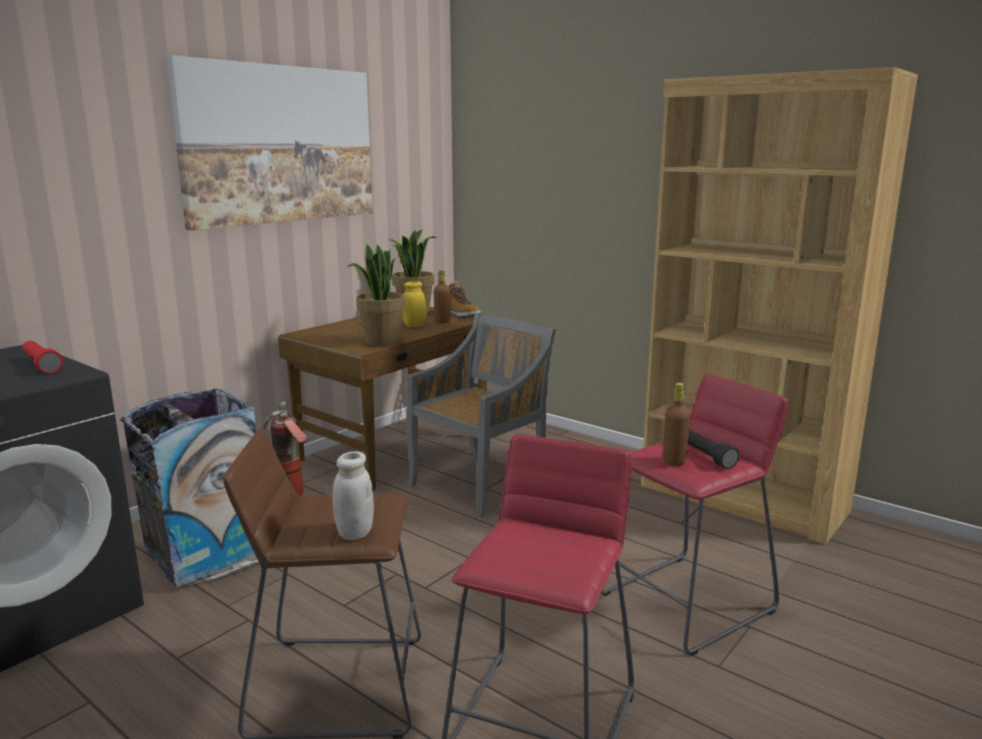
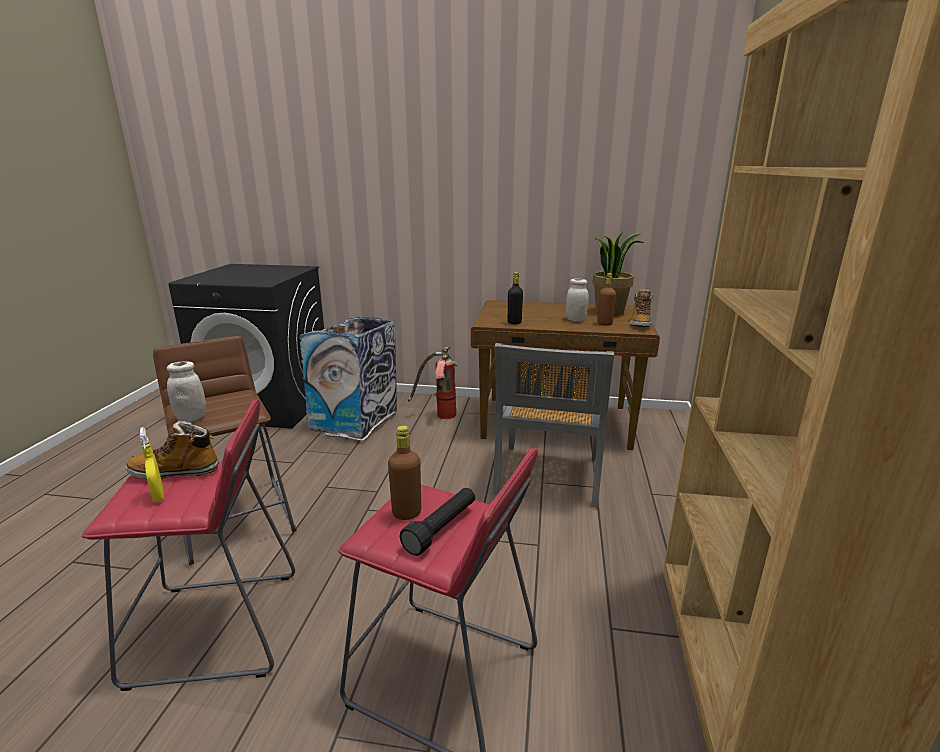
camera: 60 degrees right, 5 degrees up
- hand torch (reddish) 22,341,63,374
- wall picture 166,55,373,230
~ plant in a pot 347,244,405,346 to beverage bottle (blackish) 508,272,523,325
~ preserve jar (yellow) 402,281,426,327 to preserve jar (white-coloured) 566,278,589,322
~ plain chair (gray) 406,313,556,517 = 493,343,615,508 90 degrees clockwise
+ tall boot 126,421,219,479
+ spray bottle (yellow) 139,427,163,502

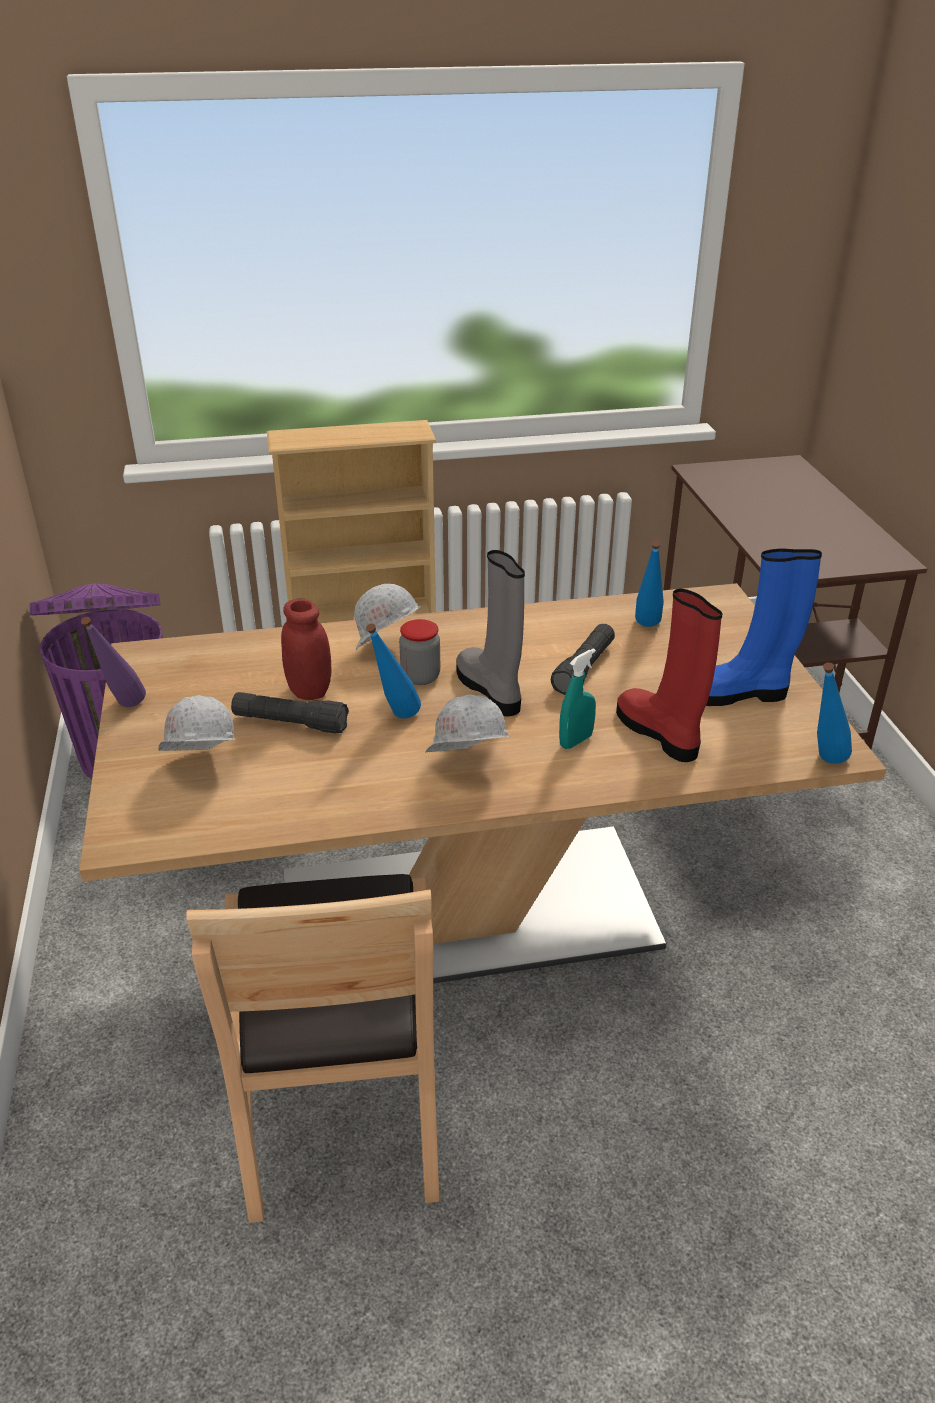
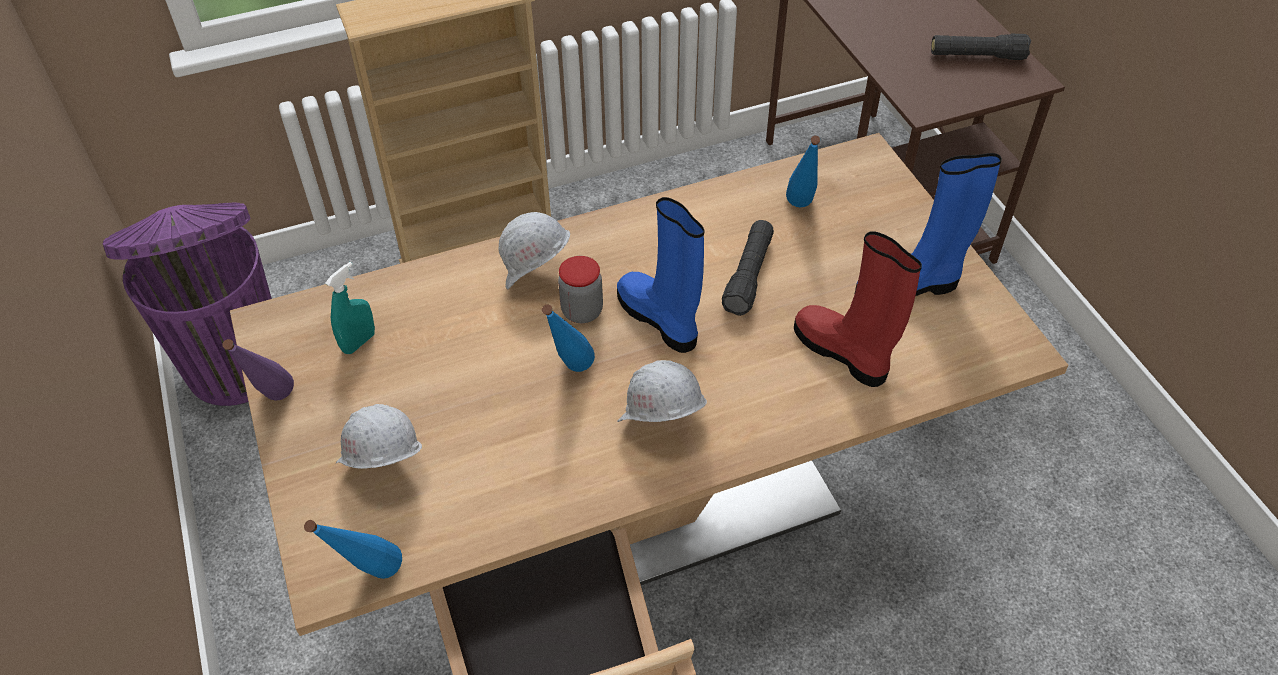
camera: 10 degrees left, 15 degrees up
~ hand torch (blackish) 231,692,349,734 to 931,34,1031,60
- preserve jar (reddish) 281,599,331,700
~ tall boot (gray) 456,550,525,716 to tall boot (bluish) 617,197,704,353
~ spray bottle (turquoise-coloured) 559,648,596,749 to 325,262,375,354
~ beverage bottle (bluish) 817,662,852,764 to 304,520,402,579

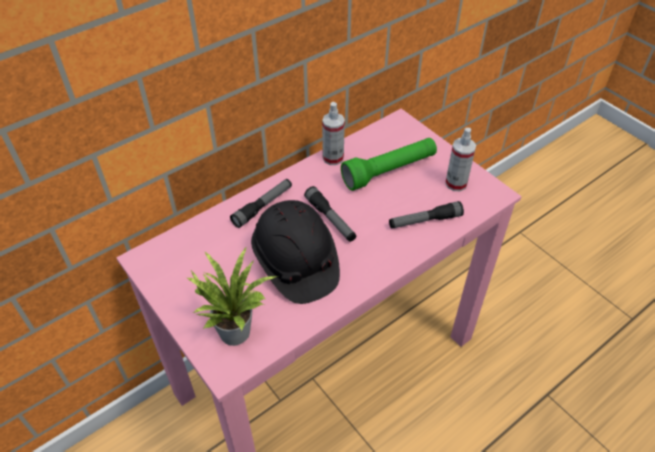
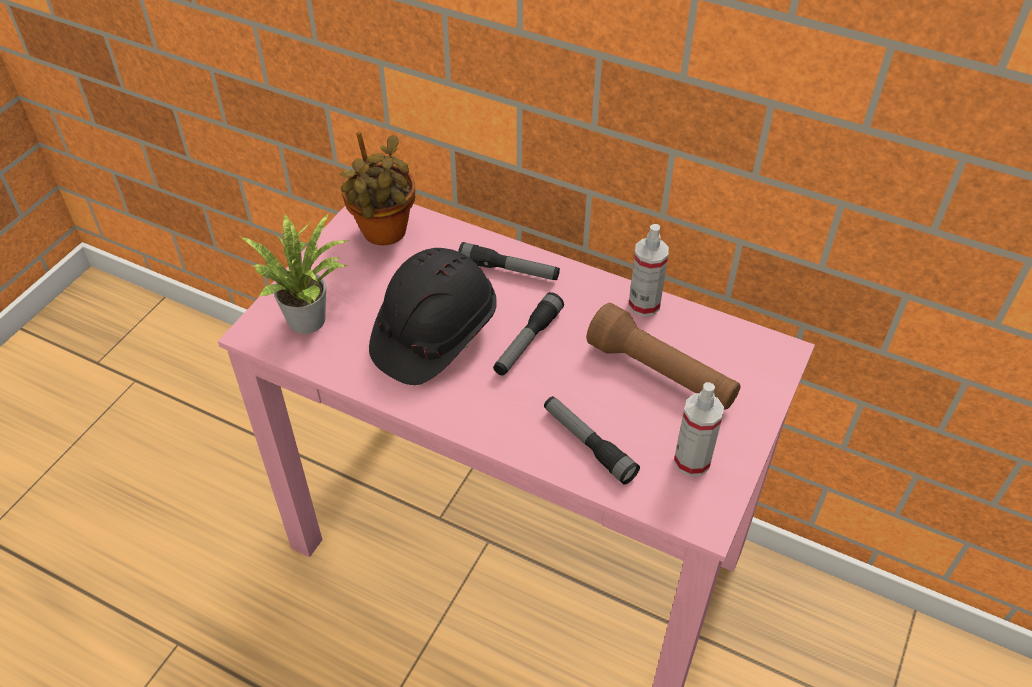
camera: 65 degrees right, 0 degrees up
~ hand torch (green-coloured) 341,138,437,191 to hand torch (brownish) 587,303,741,410
+ plant in a pot 340,131,415,245

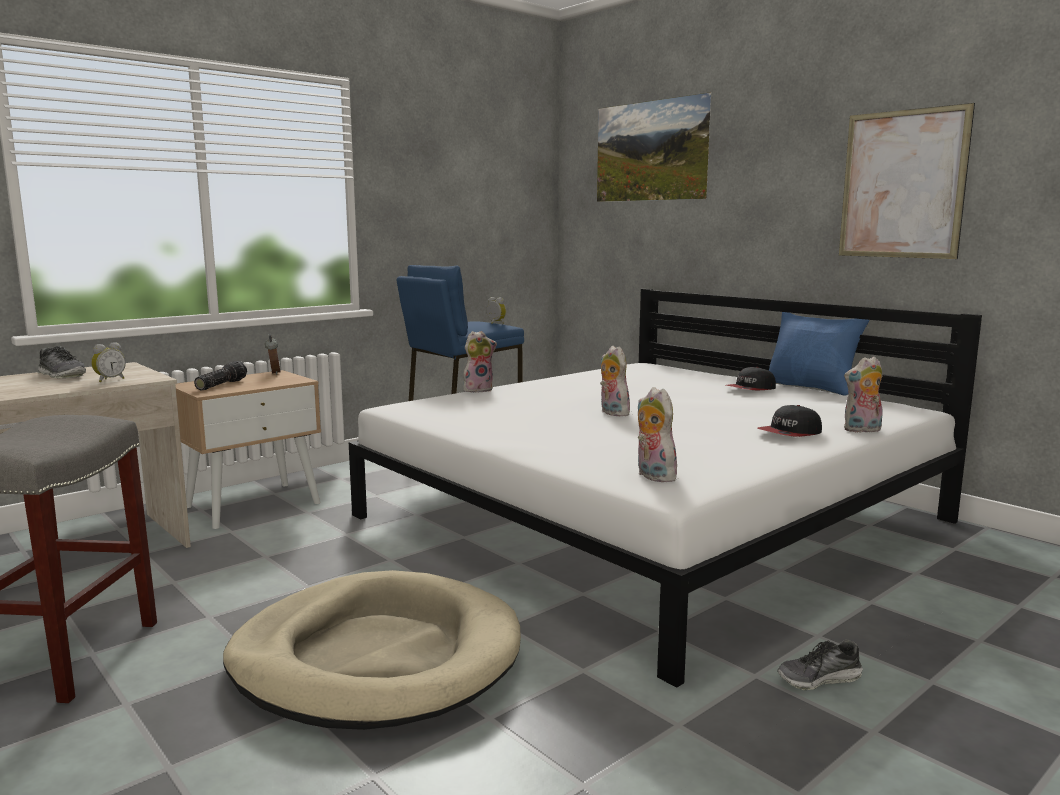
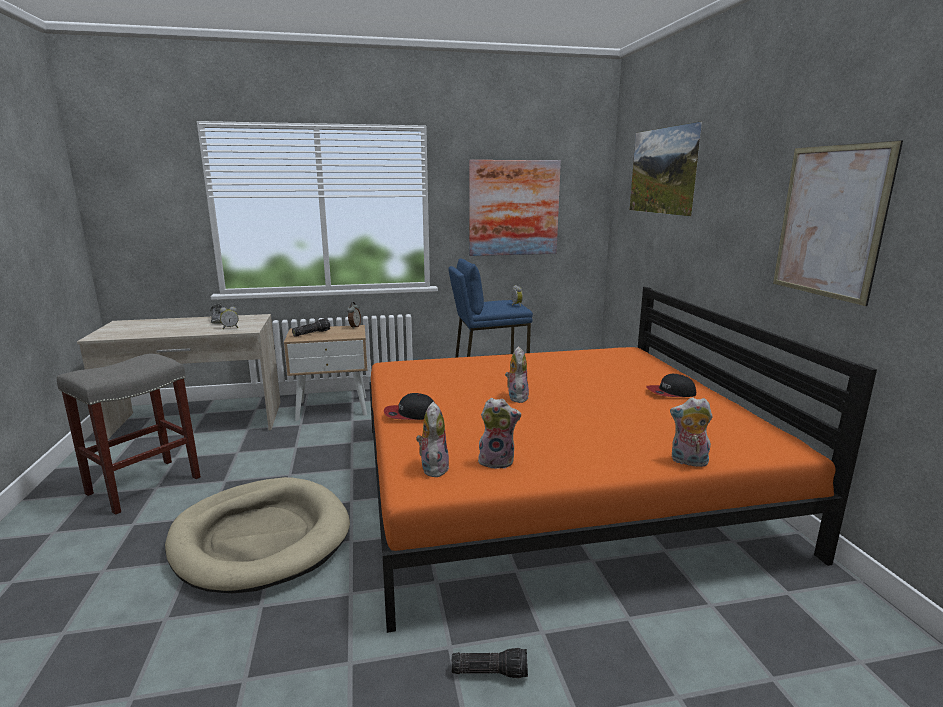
camera: 30 degrees right, 5 degrees up
~ bedroom bed (white-coloured) 349,289,982,688 to bedroom bed (orange-coloured) 369,287,877,633
~ soft toy 463,331,497,393 to 478,398,521,469
~ peaked cap 757,405,822,437 to 384,393,434,420
- throw pillow (bluish) 769,312,869,396
~ low shoe 778,639,863,690 to hand torch 451,648,528,679
+ wall picture 469,160,561,256

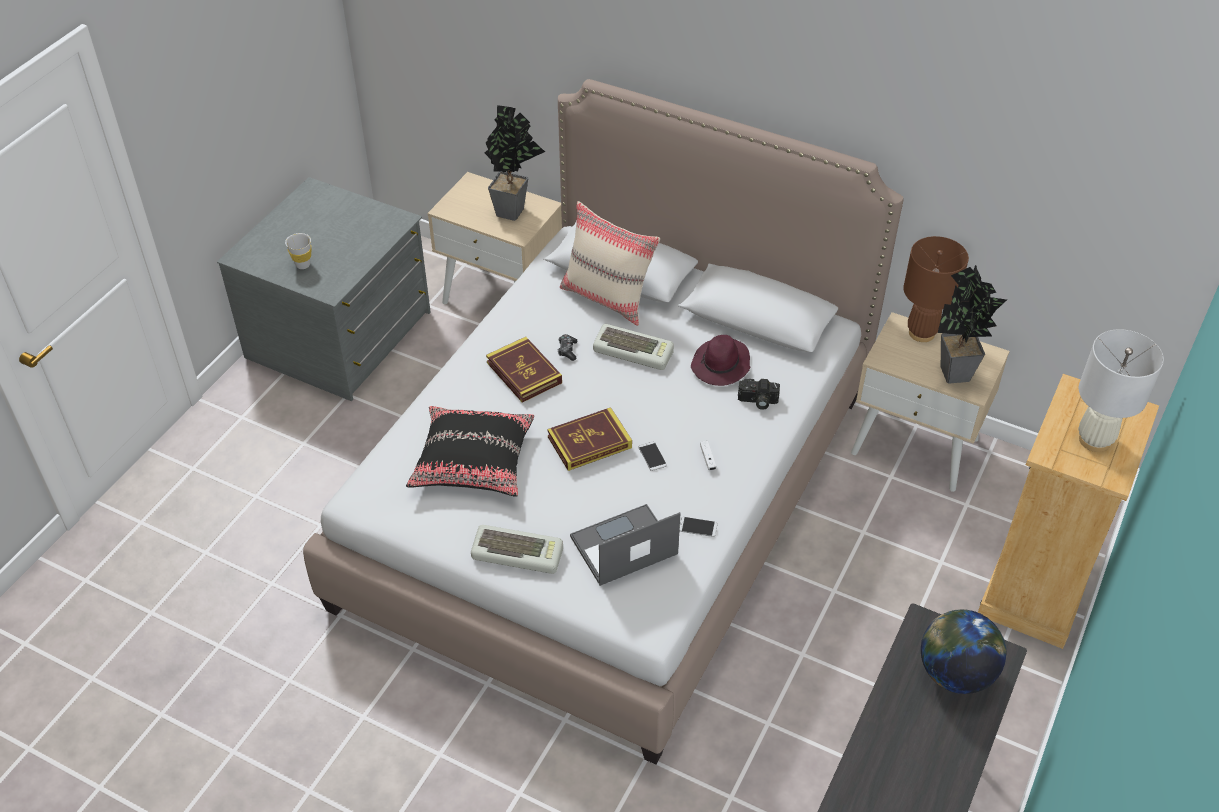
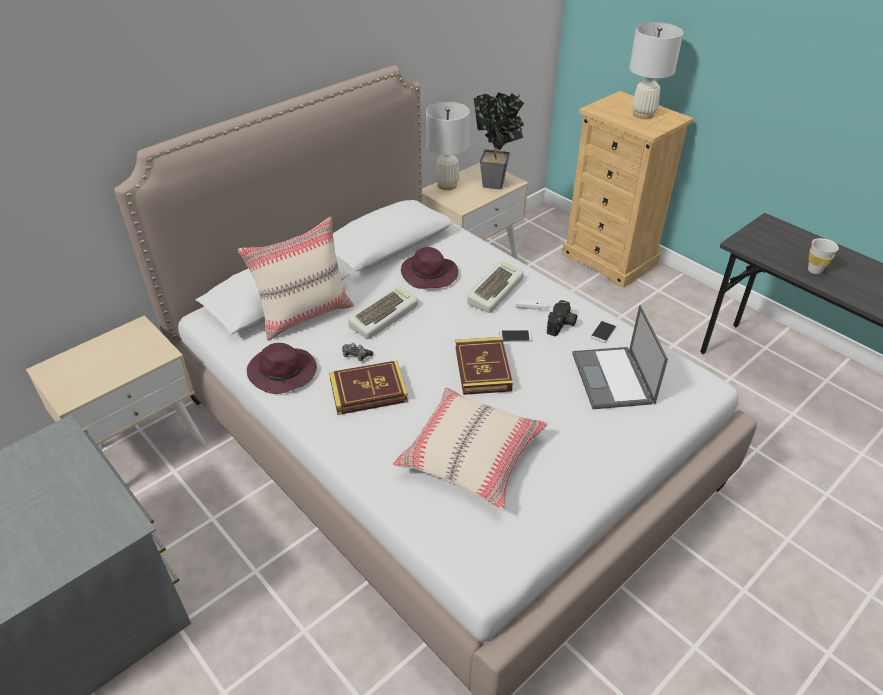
camera: 70 degrees left, 5 degrees down
~ cup (white-coloured) 285,233,312,269 to 808,238,839,274
~ throw pillow (blackish) 406,406,534,497 to throw pillow (sand-coloured) 393,388,548,510
~ computer keyboard 471,525,563,574 to 467,261,524,313
- plant in a pot 485,105,545,221
~ photo camera 738,379,780,410 to 547,300,577,336
~ lamp for a table (brownish) 903,236,969,342 to lamp for a table (white-coloured) 426,102,470,190
- world globe 921,609,1006,694
+ hat (purplish) 247,343,317,394

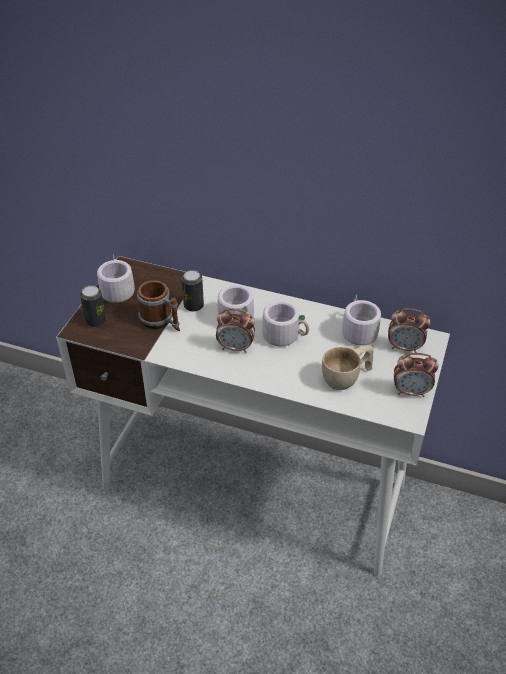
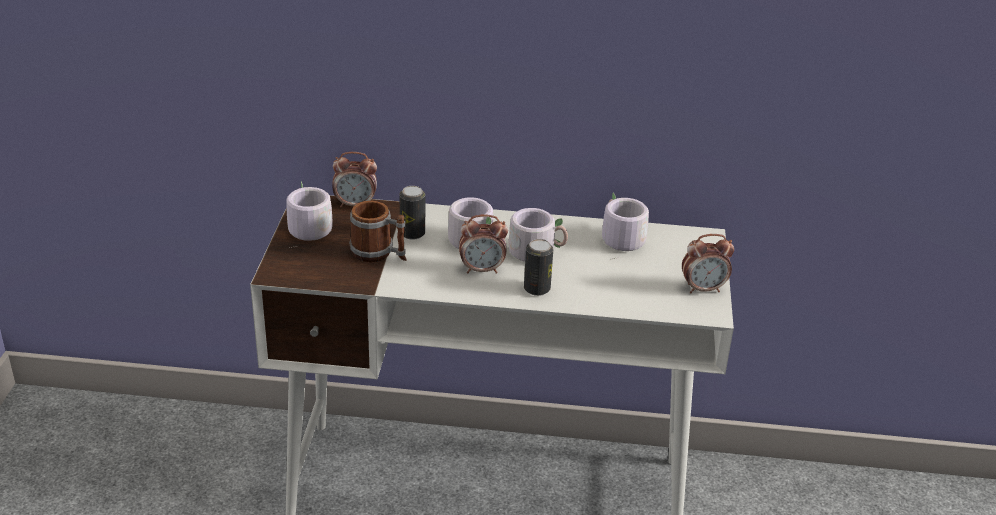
camera: 15 degrees left, 10 degrees down
~ sealed can 80,285,106,327 to 524,239,553,296
- cup (sand-coloured) 322,345,373,390
~ table clock 388,308,430,353 to 332,152,377,207

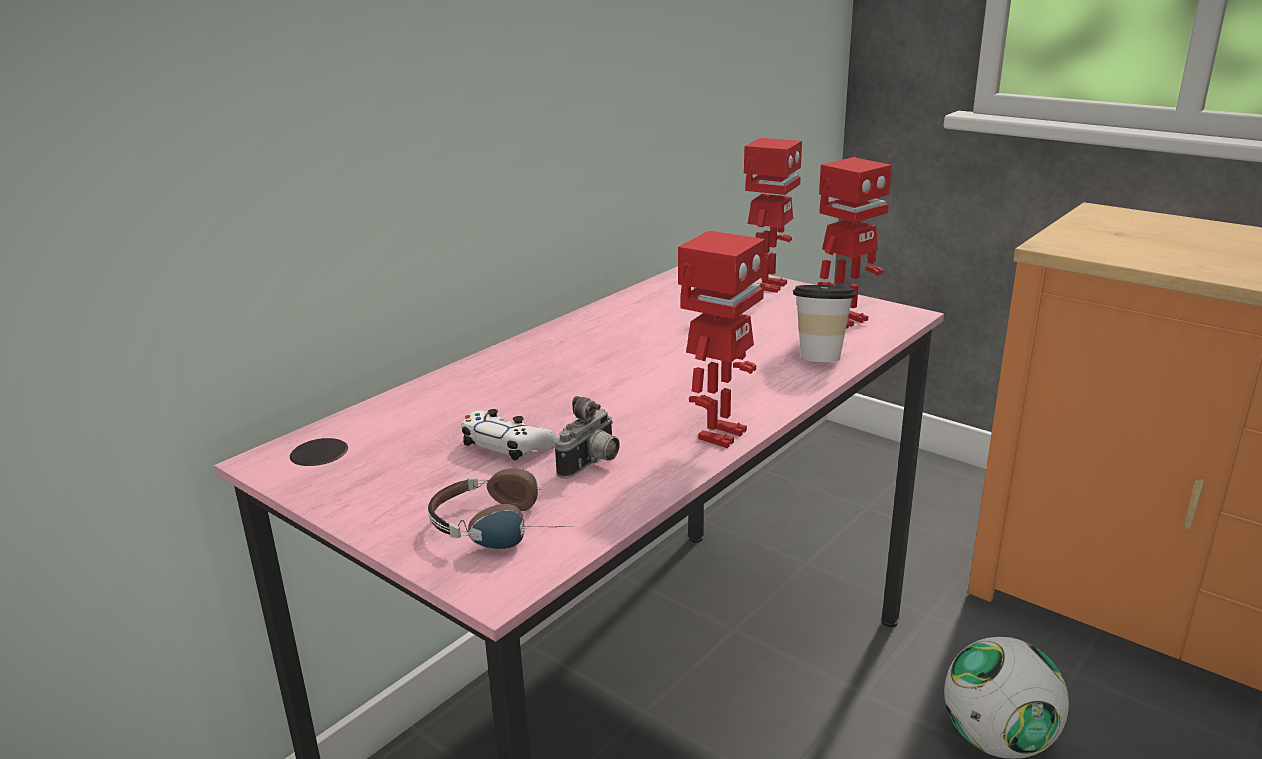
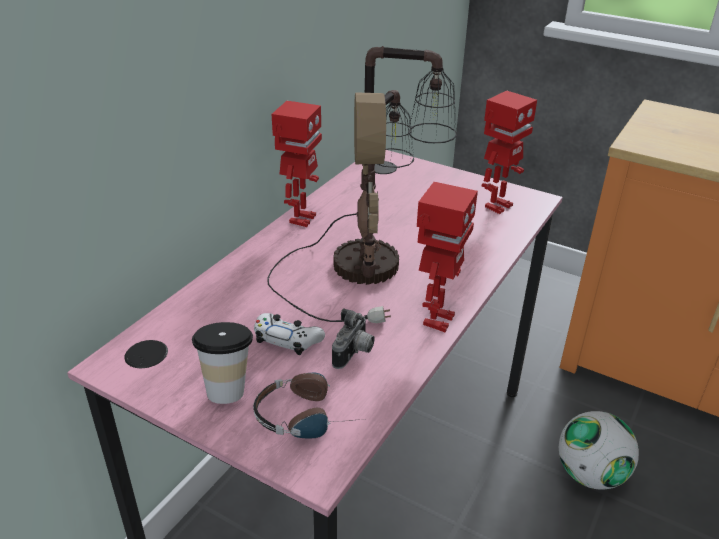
camera: 10 degrees left, 10 degrees up
~ model robot 744,138,802,293 to 272,101,322,227
~ cup 793,285,856,362 to 192,322,253,404
+ lamp for a table 267,46,457,323

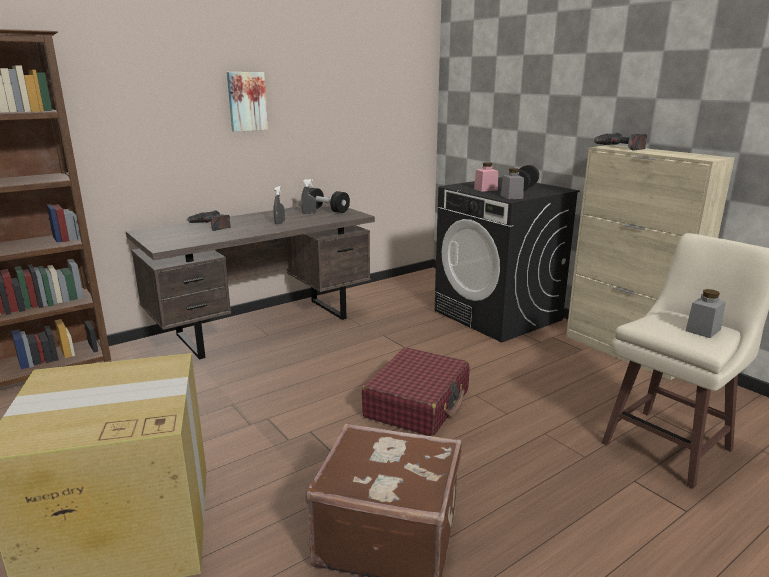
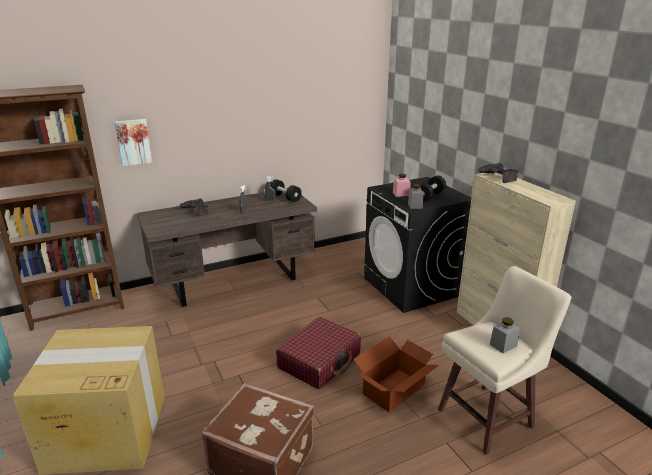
camera: 10 degrees right, 5 degrees up
~ wall picture 227,72,268,132 to 115,119,153,166
+ packing box 353,336,439,413

